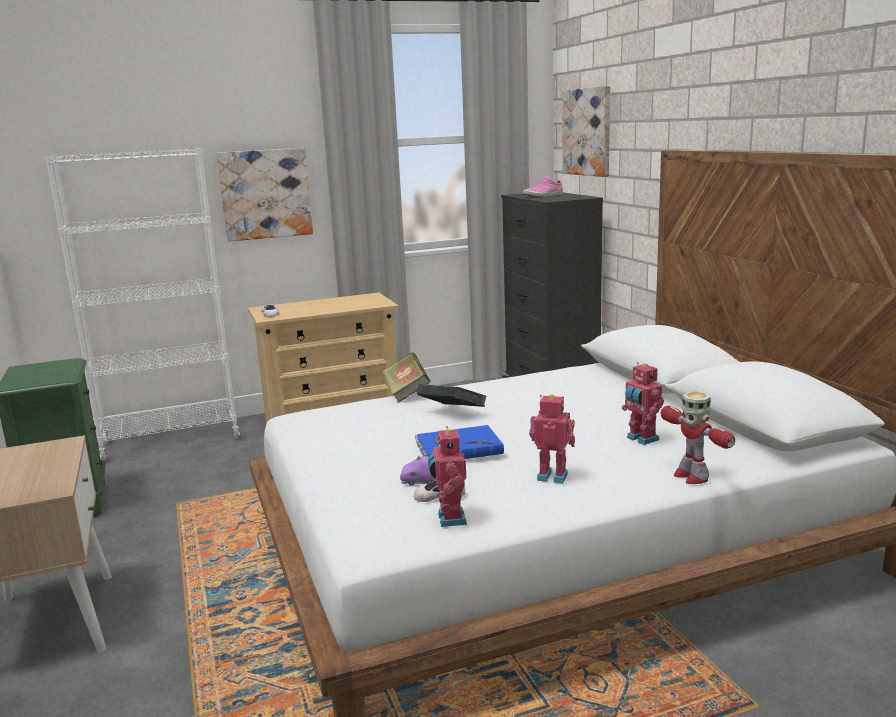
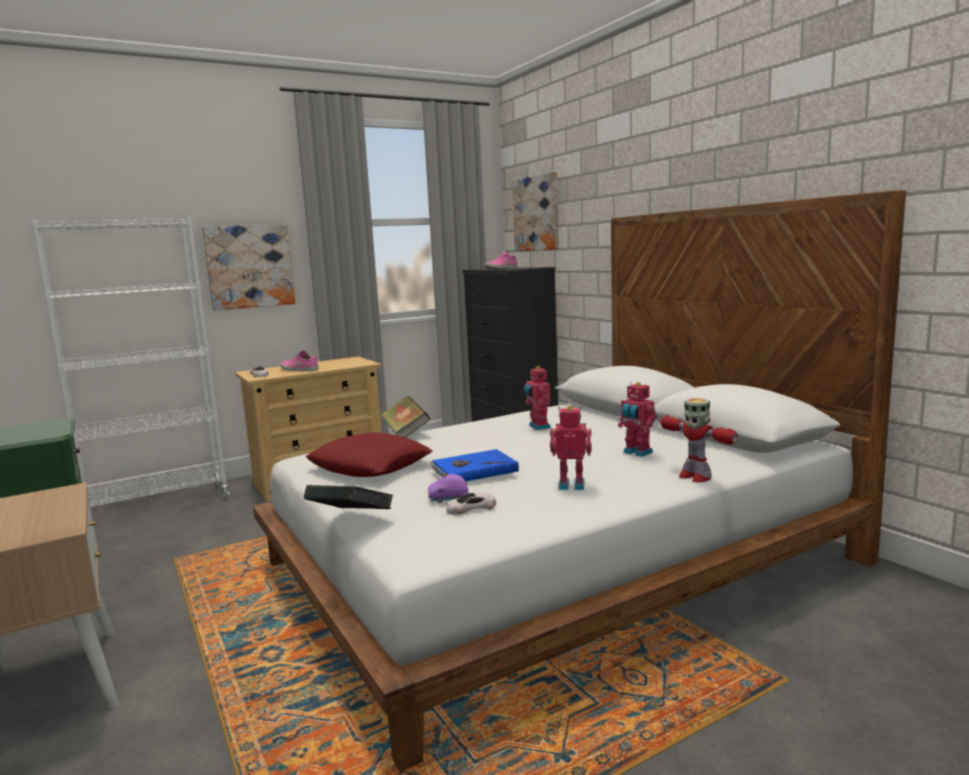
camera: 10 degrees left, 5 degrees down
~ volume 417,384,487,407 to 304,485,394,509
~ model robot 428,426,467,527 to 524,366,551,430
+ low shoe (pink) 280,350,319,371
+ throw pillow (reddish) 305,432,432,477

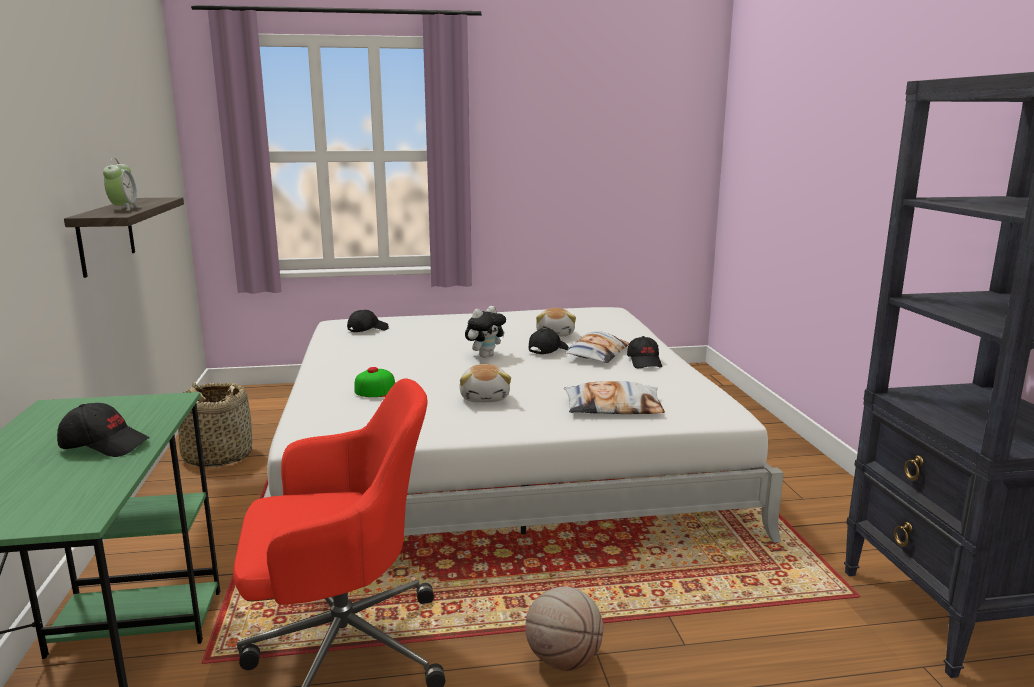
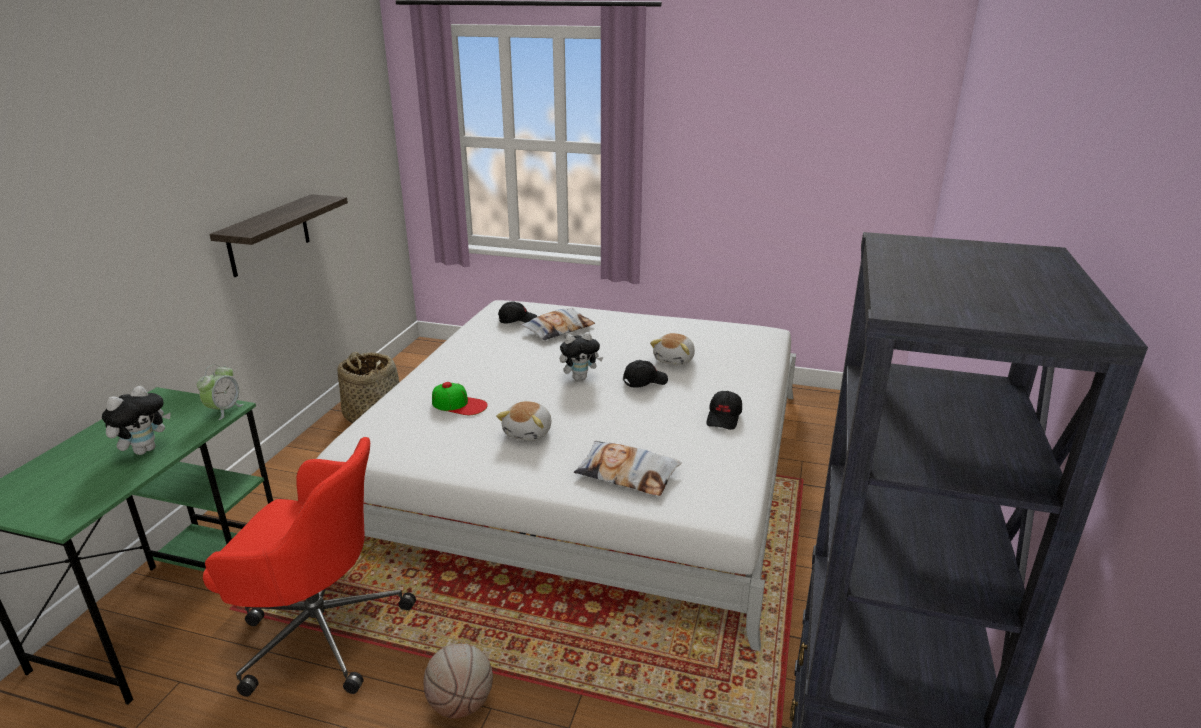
camera: 25 degrees right, 10 degrees up
~ peaked cap (blackish) 57,403,150,457 to soft toy 102,386,171,455
~ table clock 103,158,139,211 to 197,364,244,420
~ throw pillow 564,331,629,363 to 521,308,595,340

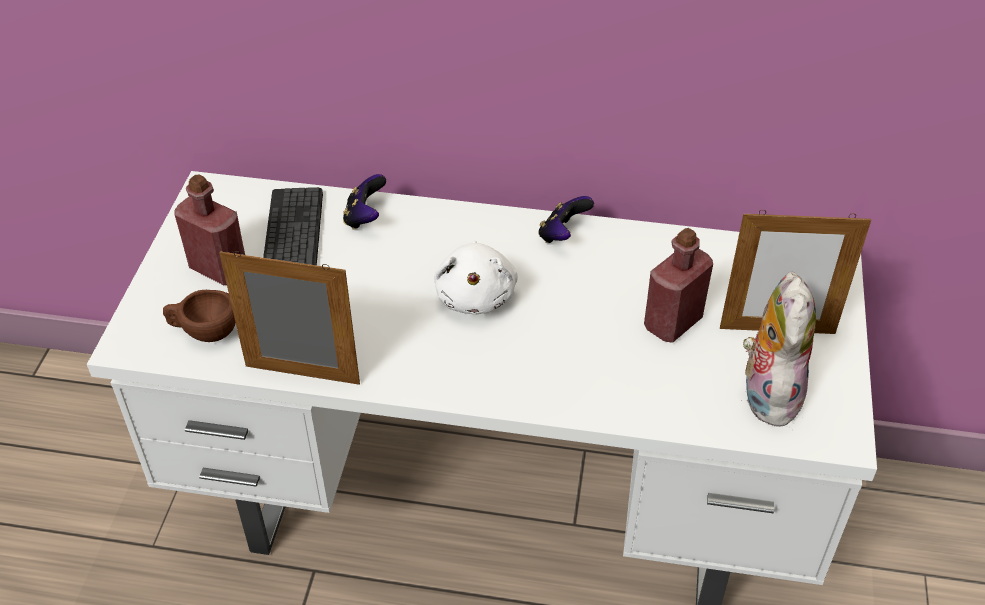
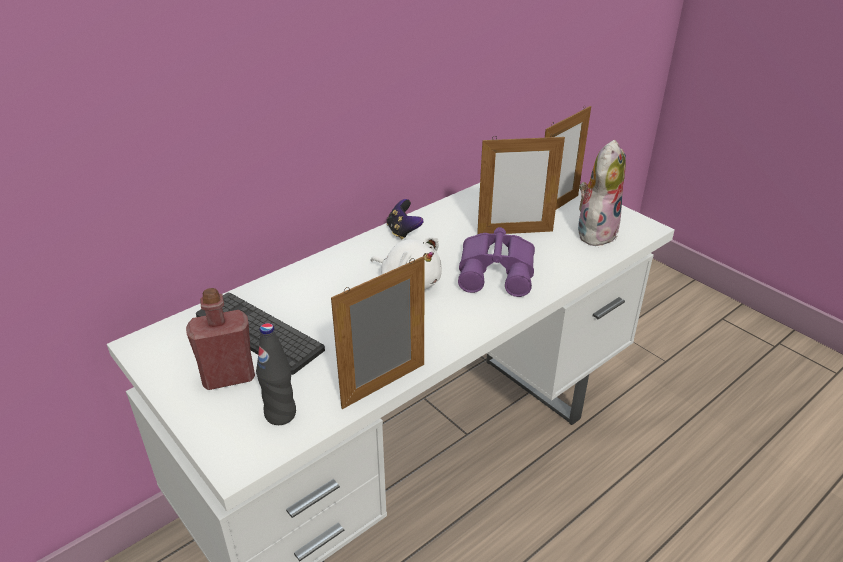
camera: 50 degrees left, 10 degrees down
~ cup (brownish) 163,290,236,342 to beverage bottle (blackish) 256,323,296,425
- joypad 343,174,386,230
~ beverage bottle (reddish) 644,228,713,343 to photo frame 477,134,565,235
~ soft toy 743,271,816,430 = 578,140,626,246 75 degrees clockwise
+ field glasses (purplish) 458,227,535,297

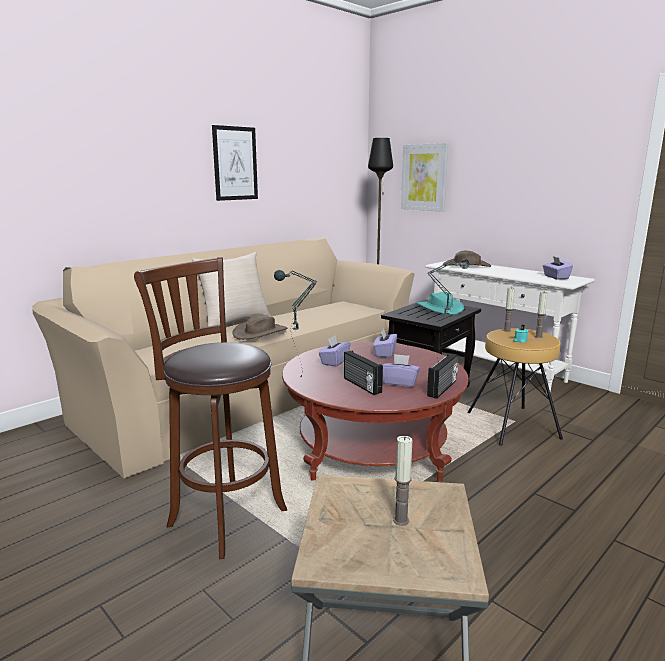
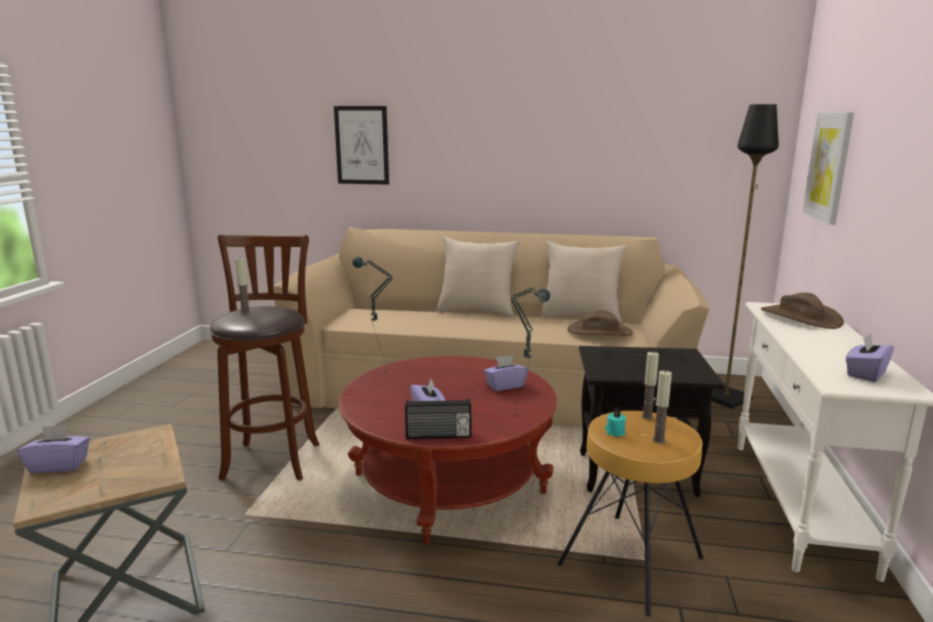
camera: 55 degrees right, 0 degrees up
~ wall picture 212,125,258,201 to 334,106,389,185
~ hat (brownish) 232,314,287,340 to 567,311,633,336
~ tissue box (purplish) 319,336,351,367 to 17,425,90,473
- radio 344,351,383,395
~ wax candle 393,436,412,526 to 235,257,251,315
- hat (turquoise-coloured) 416,292,464,315
+ throw pillow (sand-coloured) 540,241,627,323

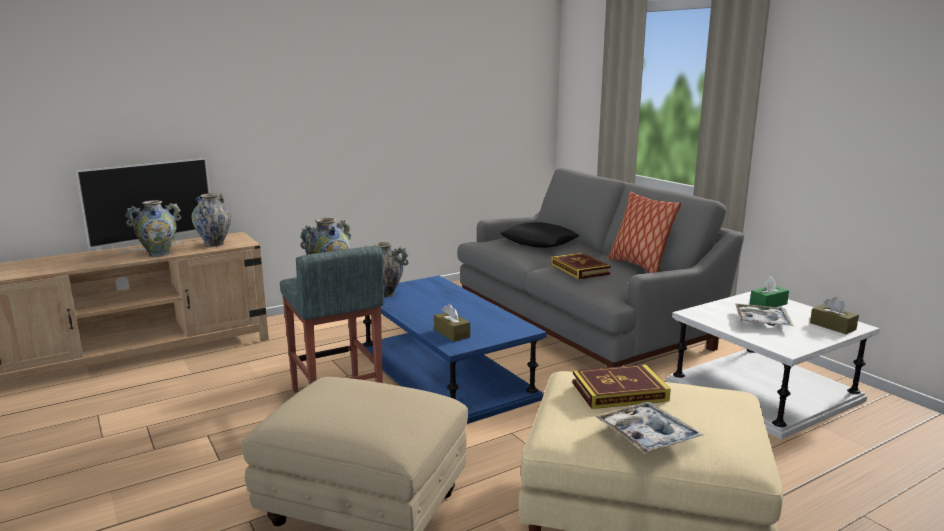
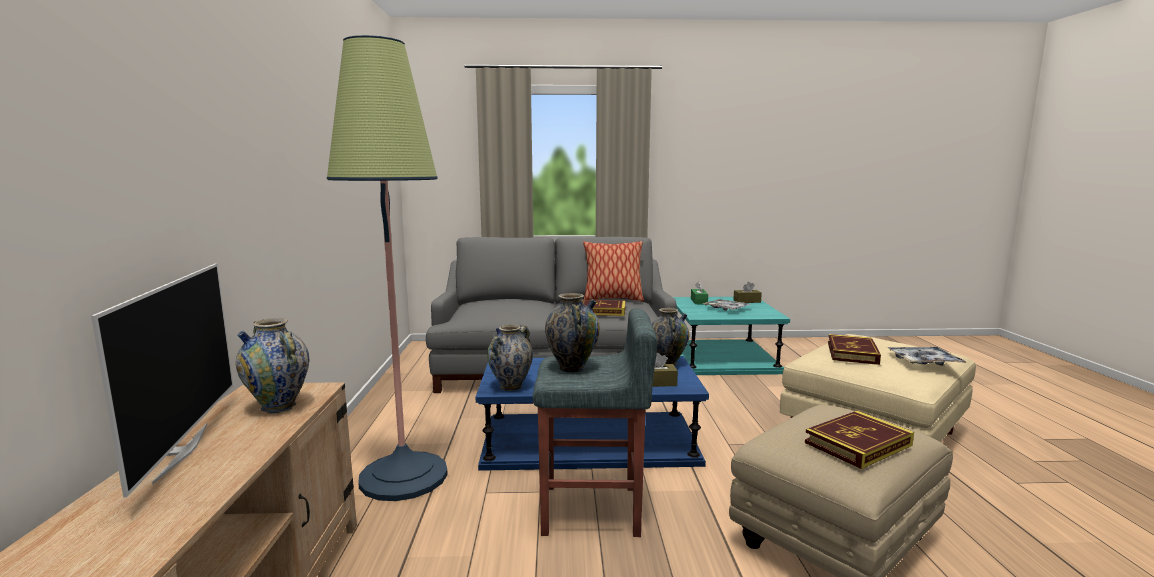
camera: 60 degrees left, 5 degrees down
~ flower vase 125,200,181,257 to 651,308,689,366
- throw pillow (blackish) 500,222,580,248
~ end table (white-coloured) 666,291,880,439 to end table (turquoise-coloured) 673,297,790,375
+ standing lamp 327,35,448,501
+ volume 805,411,914,469

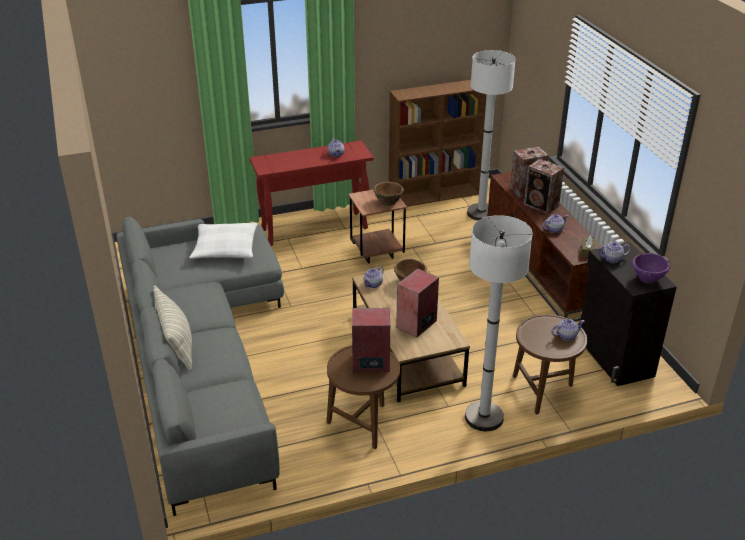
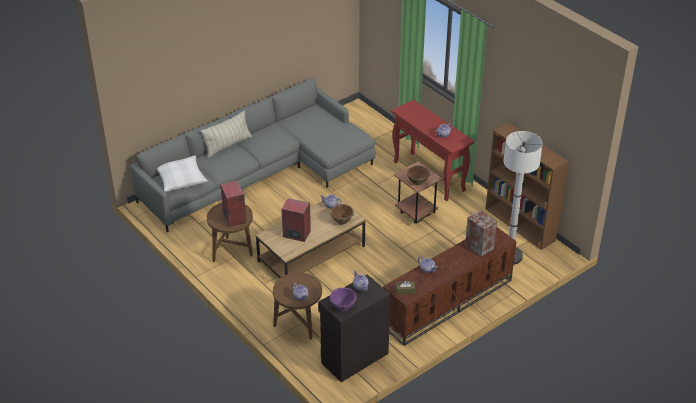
camera: 70 degrees right, 5 degrees up
~ throw pillow (white-coloured) 189,223,258,259 to 157,155,208,192
- standing lamp (white-coloured) 465,215,533,431
- speaker 524,159,564,214

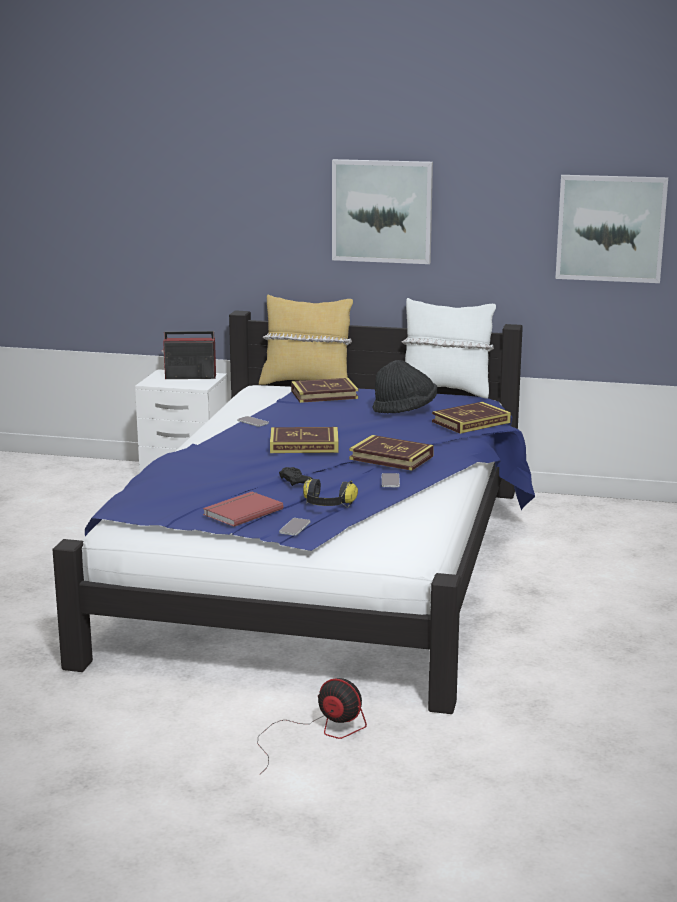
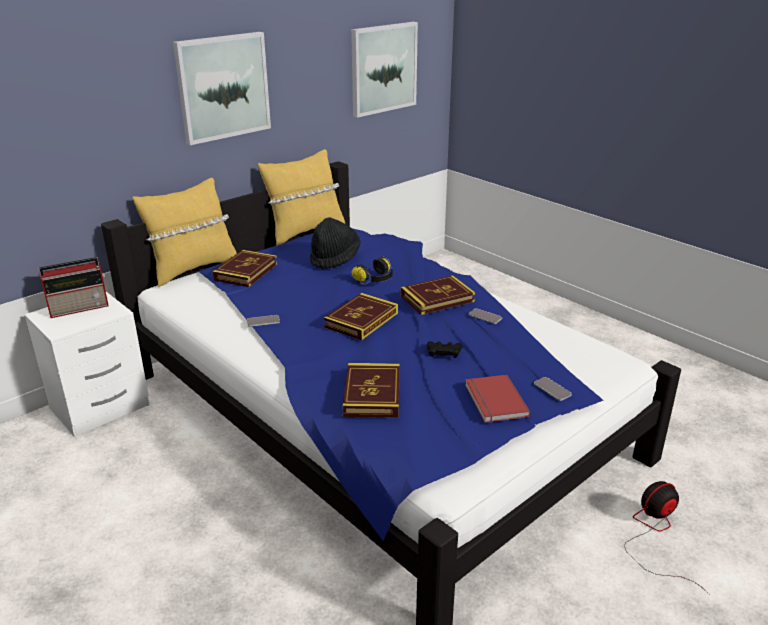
camera: 55 degrees left, 10 degrees up
~ radio 161,331,216,379 = 38,257,109,318 150 degrees counterclockwise
~ headphones 303,477,358,508 to 352,256,393,285
~ throw pillow (white-coloured) 402,298,496,399 to throw pillow (yellow) 258,149,345,246
~ volume 432,402,511,434 to 343,363,400,418

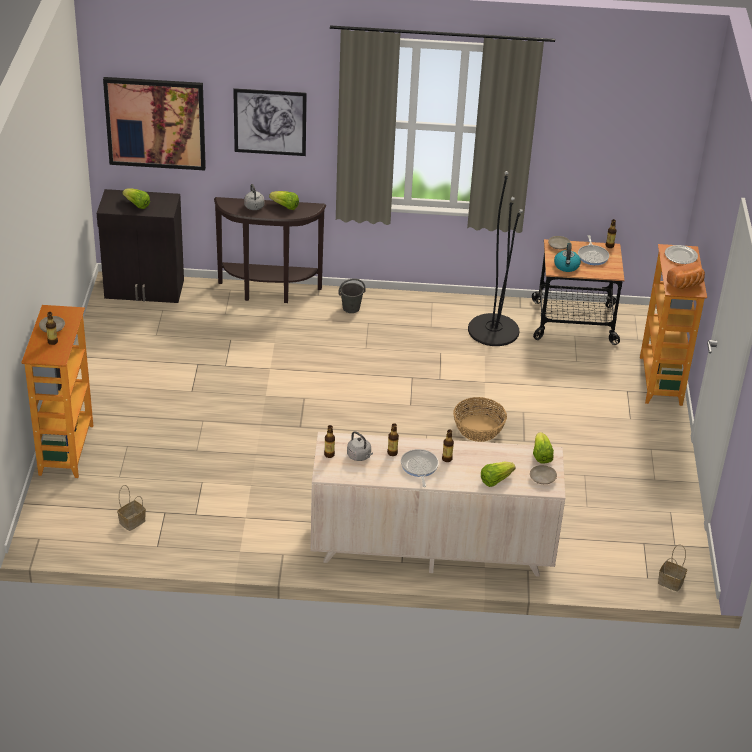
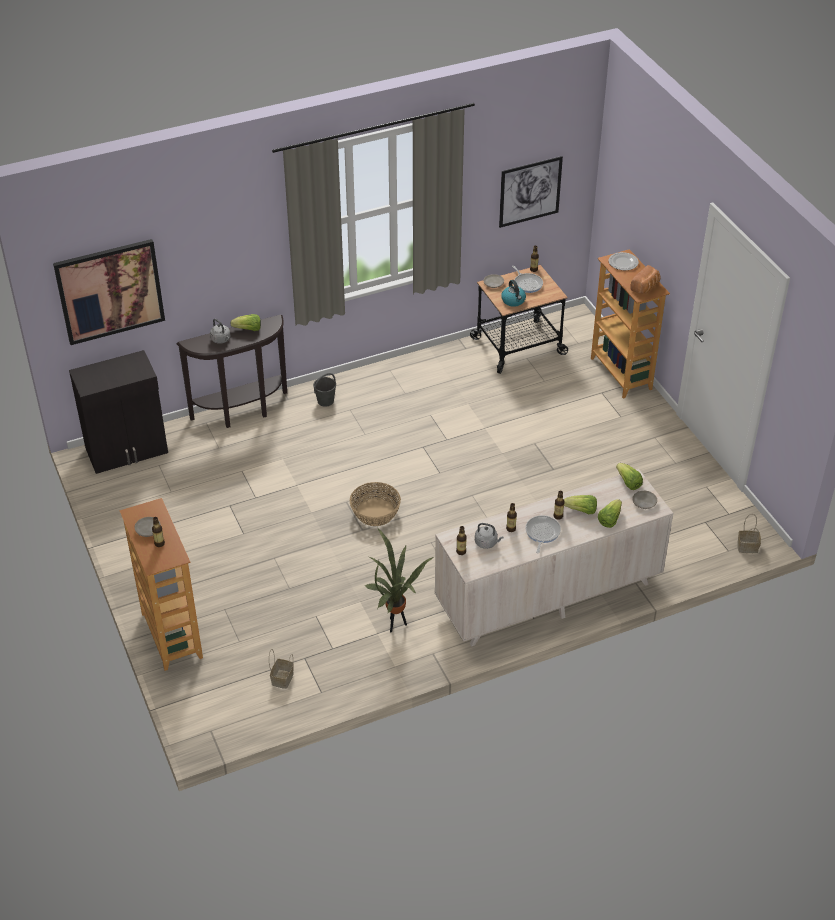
camera: 25 degrees left, 5 degrees up
~ lettuce head 122,188,150,209 to 564,495,597,514
~ wall picture 233,88,307,156 to 499,156,563,228
~ skillet 401,449,439,487 = 526,515,561,553 45 degrees clockwise
~ storage basket 453,397,507,442 to 350,482,401,526
- standing lamp (blackish) 468,171,523,346
+ plant in a pot 365,527,434,632

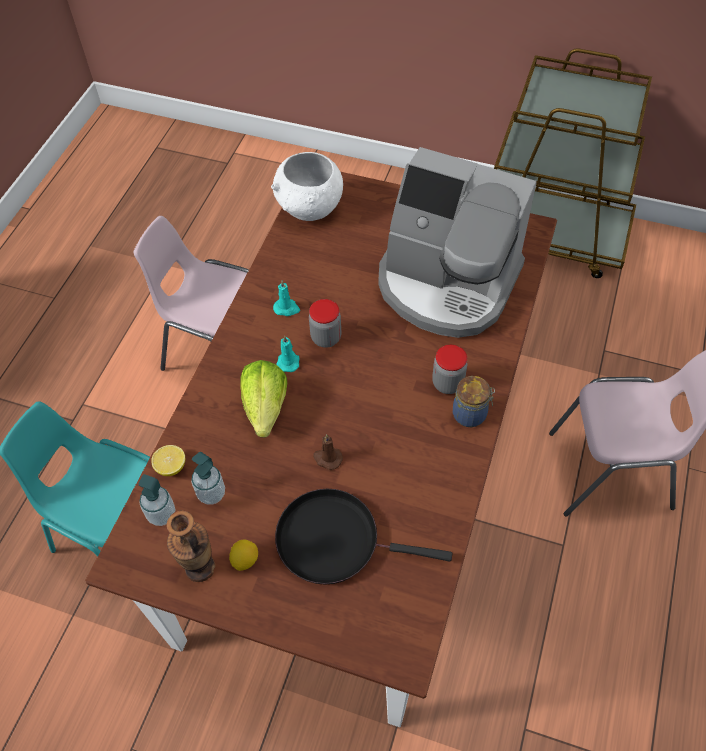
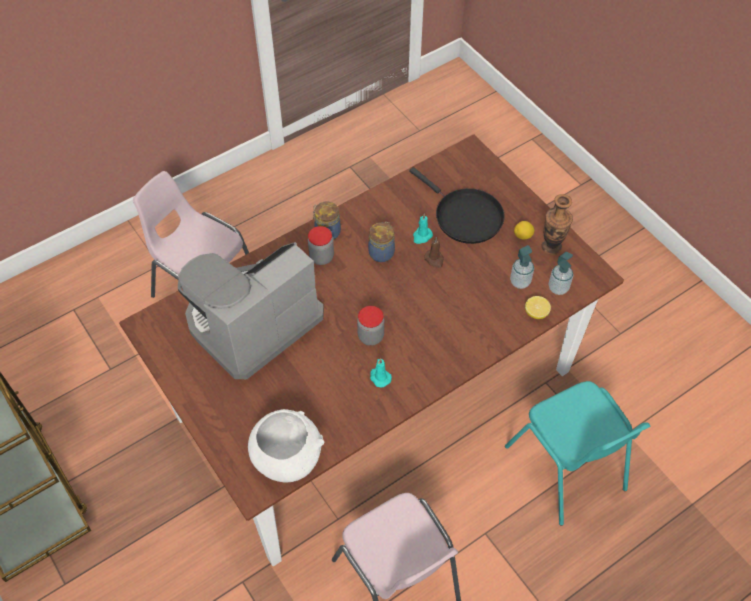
camera: 145 degrees left, 0 degrees up
- lettuce head 240,360,287,437
~ wax candle (turquoise-coloured) 276,335,300,372 to 413,214,433,244
~ coffee machine 379,147,537,338 = 178,242,324,379 105 degrees counterclockwise
+ preserve jar 368,222,395,262

